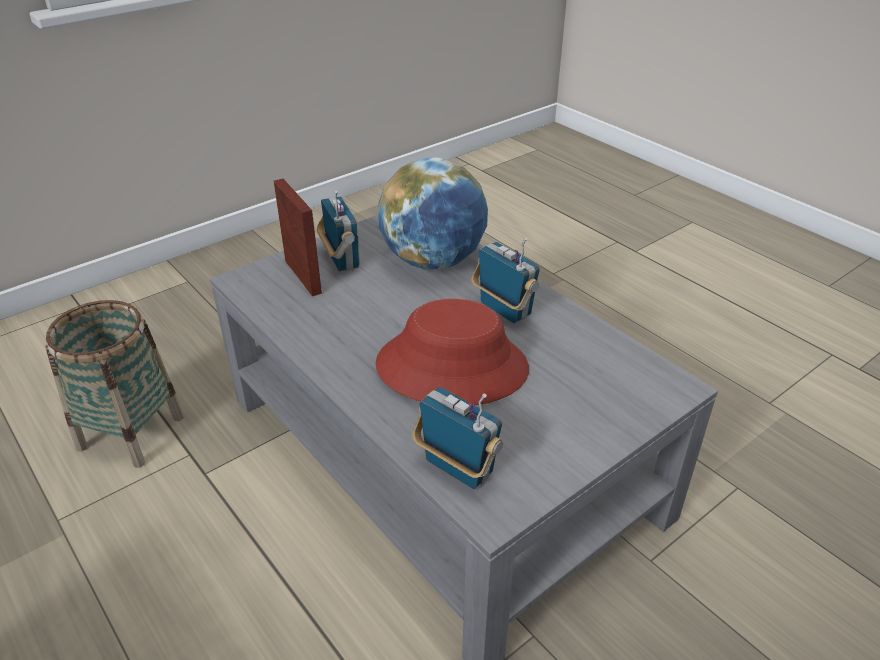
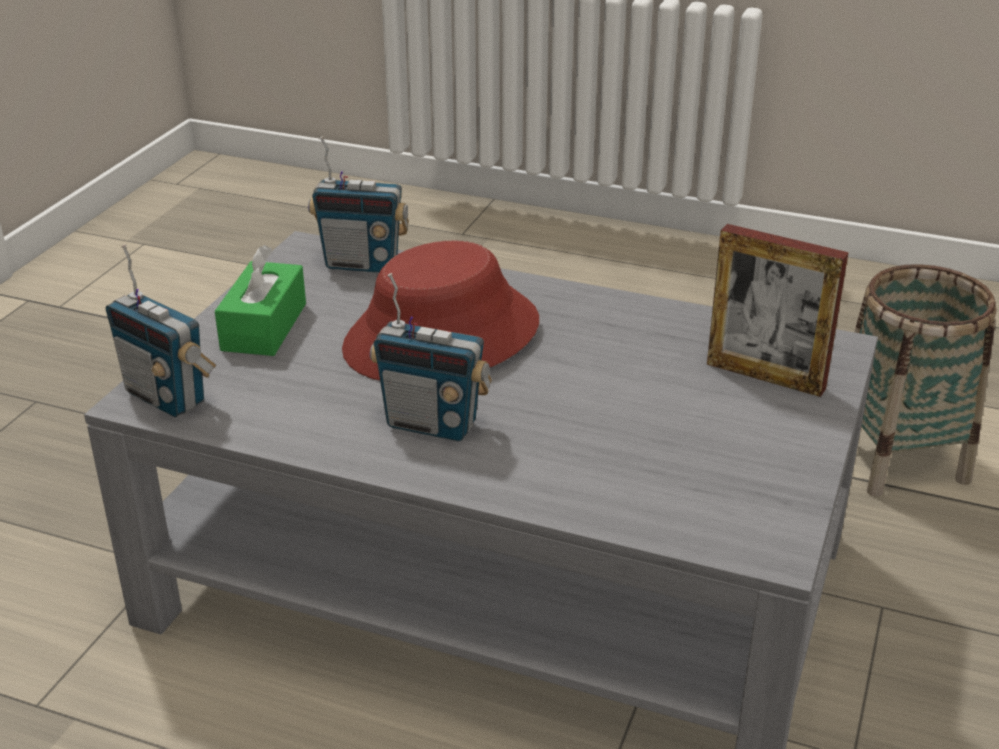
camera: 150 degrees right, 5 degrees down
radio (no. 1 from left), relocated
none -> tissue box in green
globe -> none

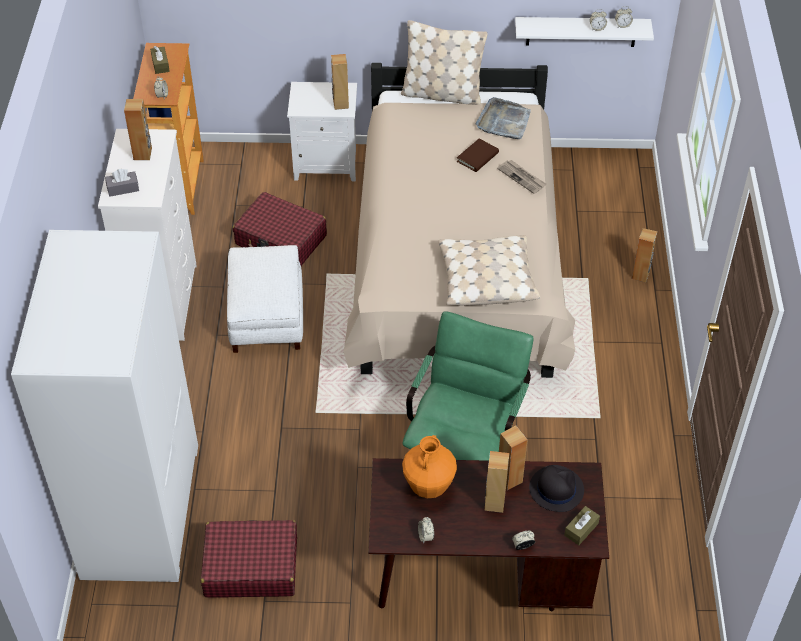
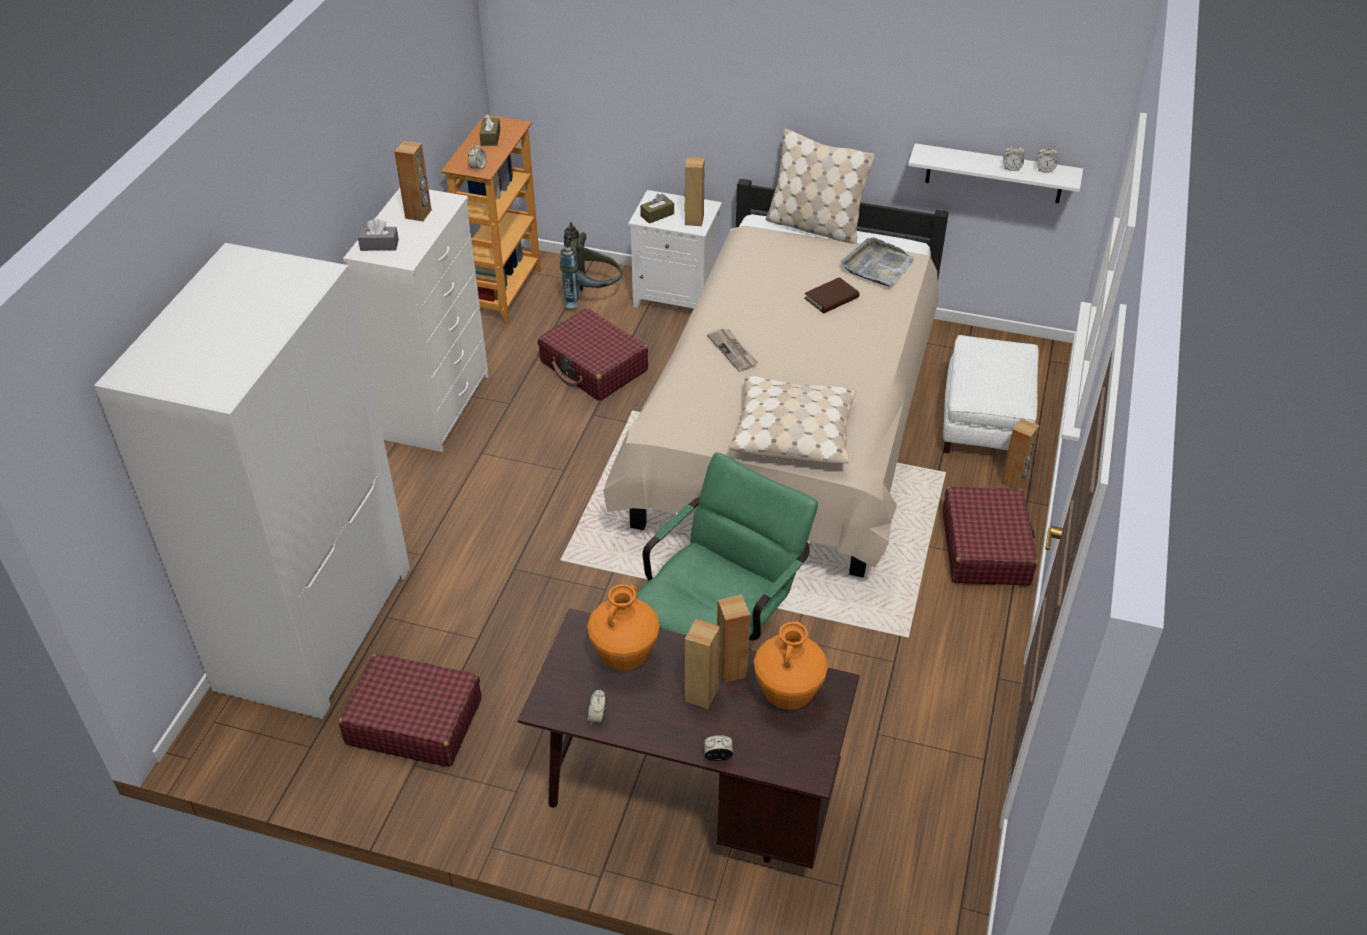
camera: 15 degrees right, 5 degrees down
none -> backpack in grey
tissue box in brown (no. 2 from left), relocated
newspaper, relocated
hat in black -> vase in orange (no. 2 from left)
ottoman in white, relocated
none -> suitcase in red (no. 3 from left)

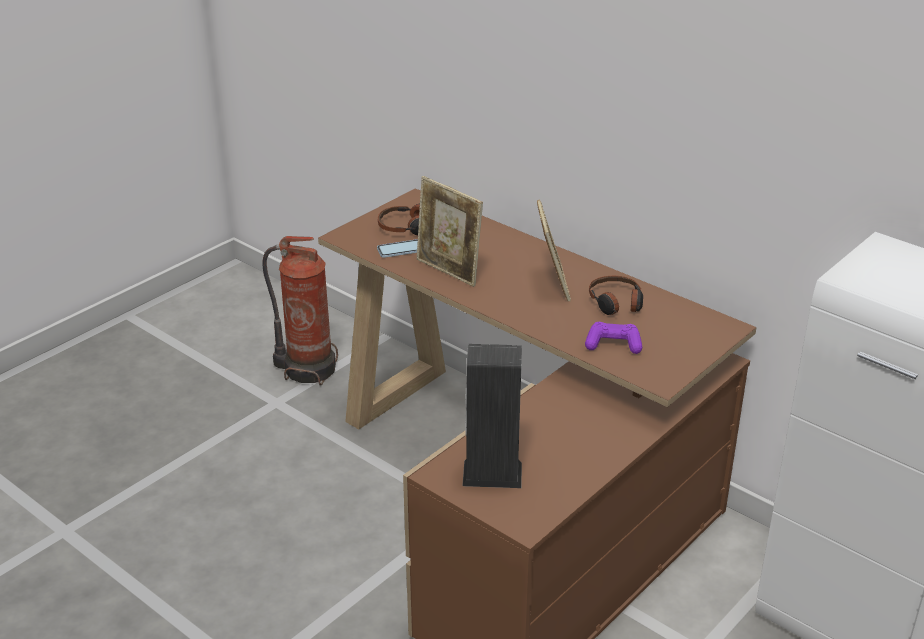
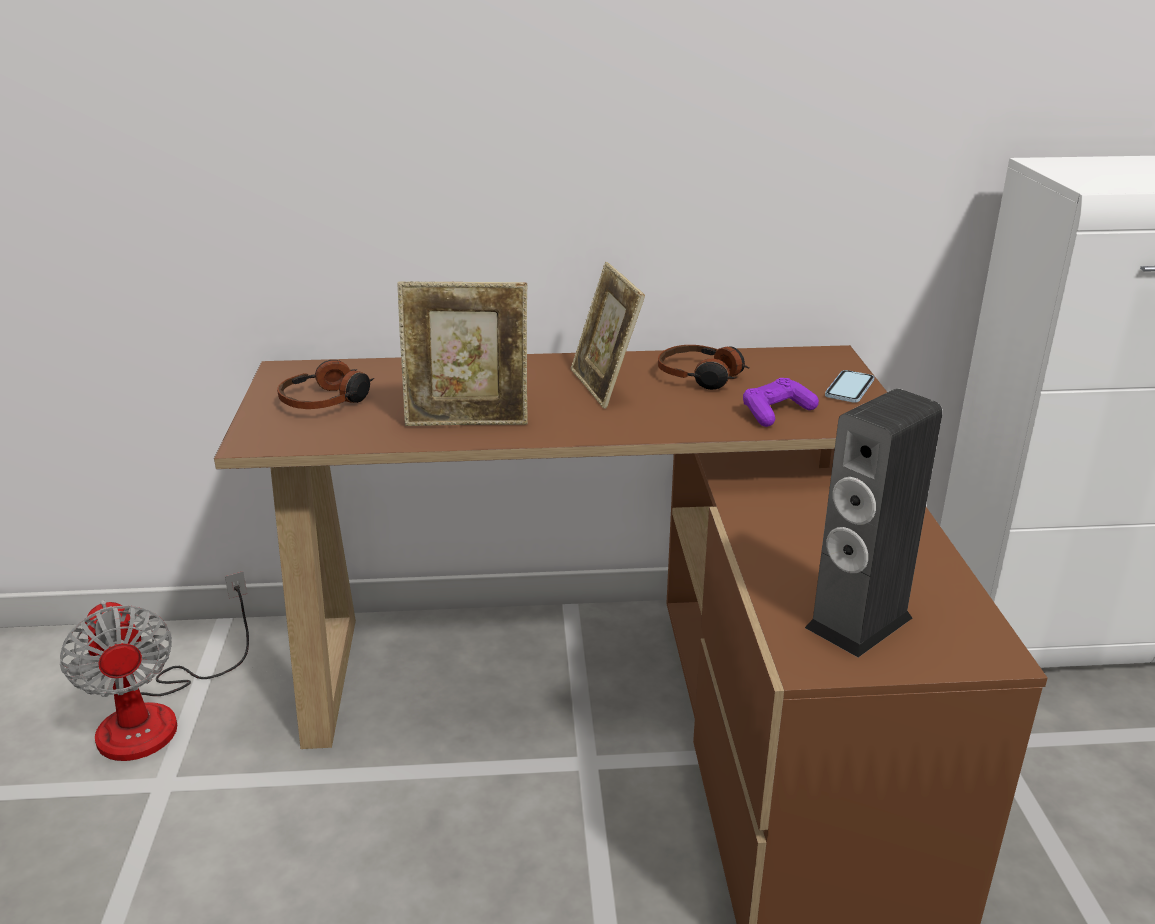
camera: 45 degrees left, 5 degrees down
fire extinguisher -> fan
picture frame (no. 2 from left), 150 degrees counterclockwise
phone, relocated

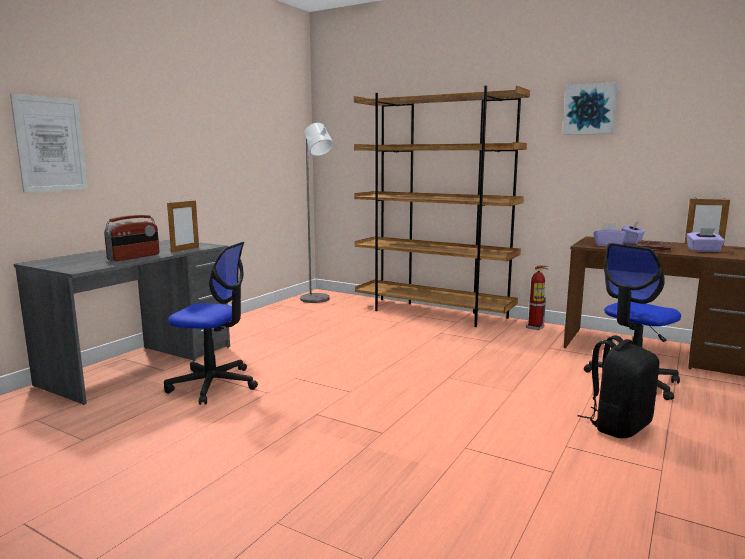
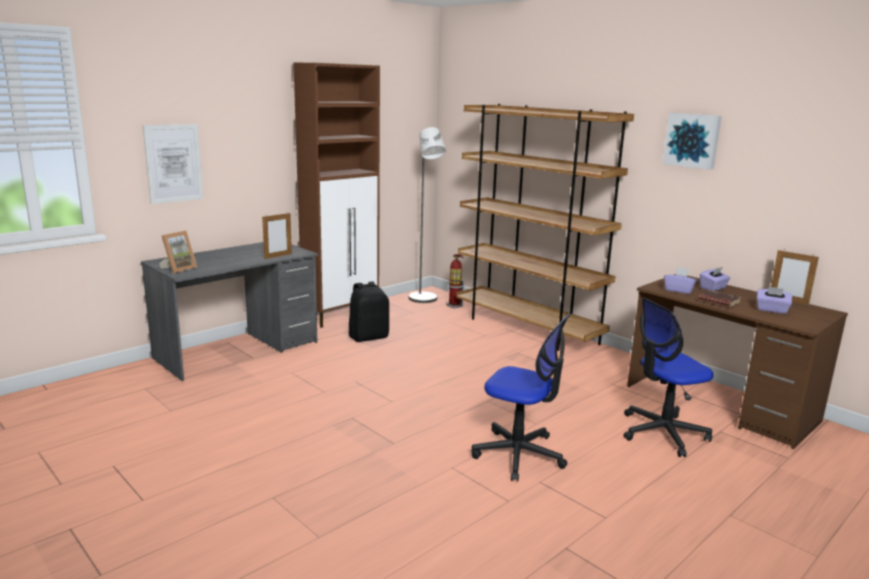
camera: 15 degrees right, 5 degrees up
none -> picture frame (no. 1 from left)
none -> cabinet in brown
backpack in black, relocated
fire extinguisher, relocated
office chair (no. 1 from left), relocated
radio -> none

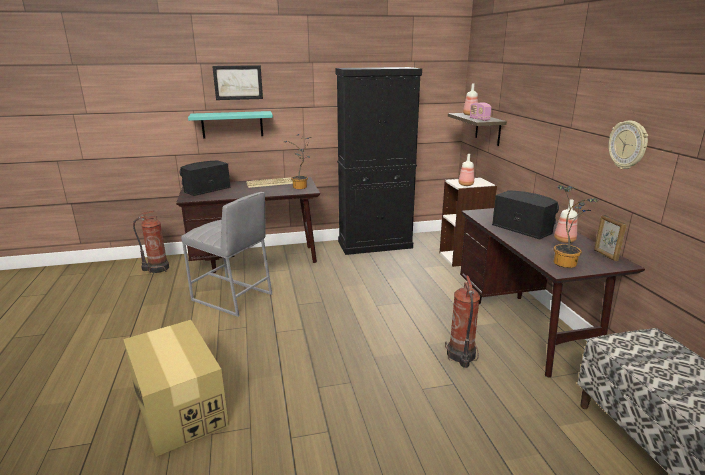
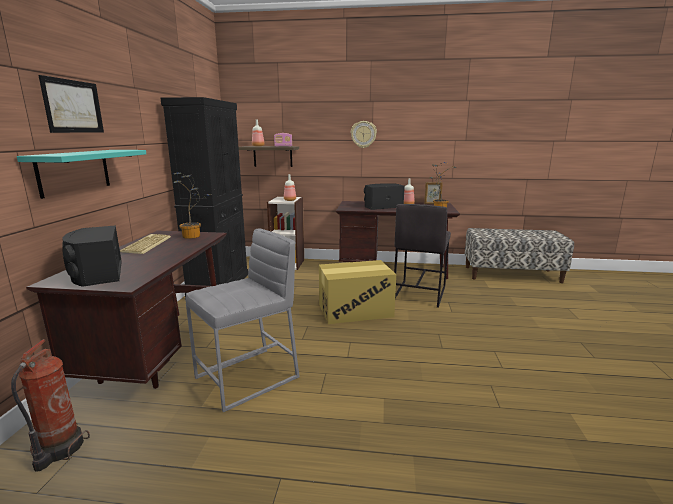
camera: 70 degrees left, 5 degrees down
cardboard box, relocated
wall clock, relocated
fire extinguisher (no. 2 from left) -> stool in grey (no. 2 from left)

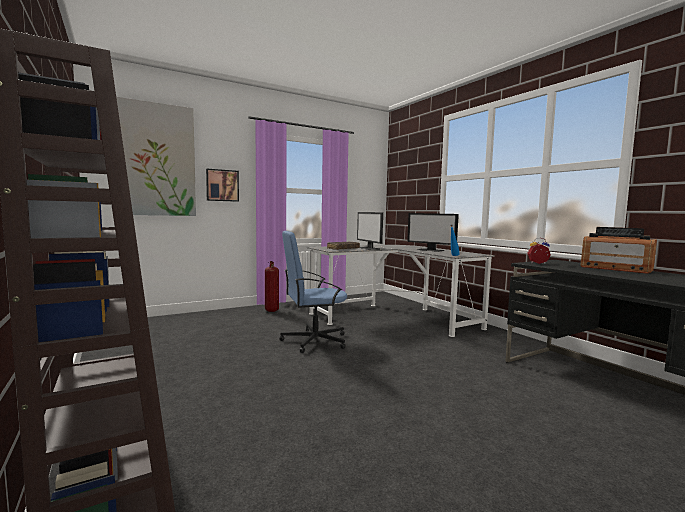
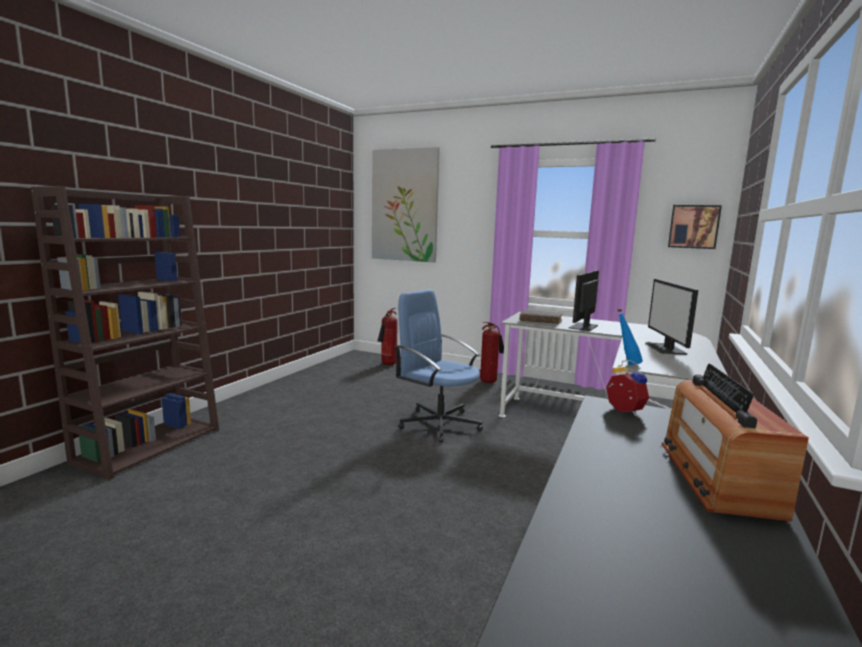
camera: 55 degrees right, 5 degrees up
none -> fire extinguisher (no. 1 from left)
picture (no. 2 from left), relocated

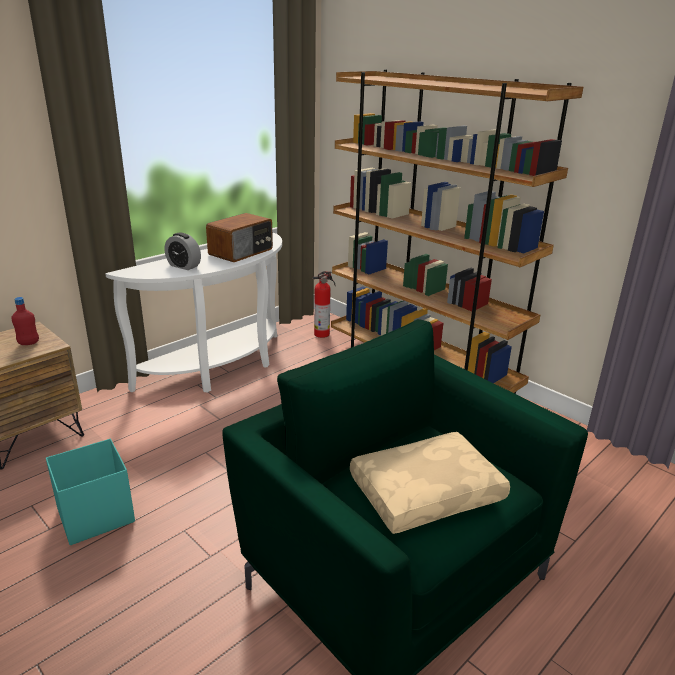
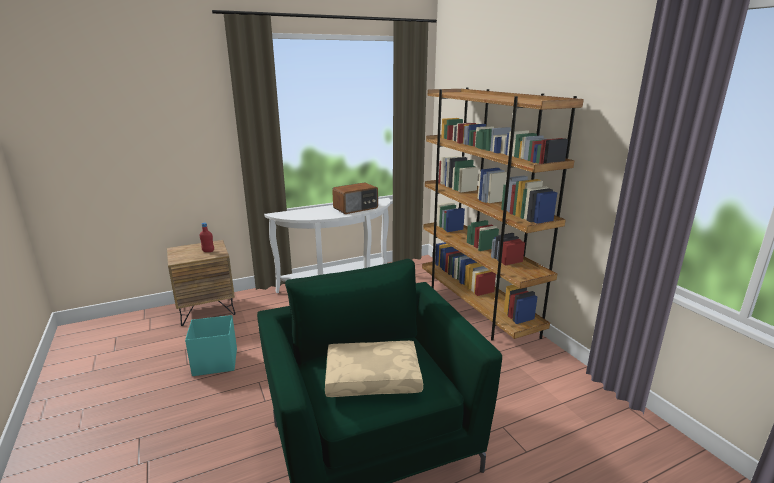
camera: 20 degrees right, 5 degrees down
alarm clock -> none
fire extinguisher -> none

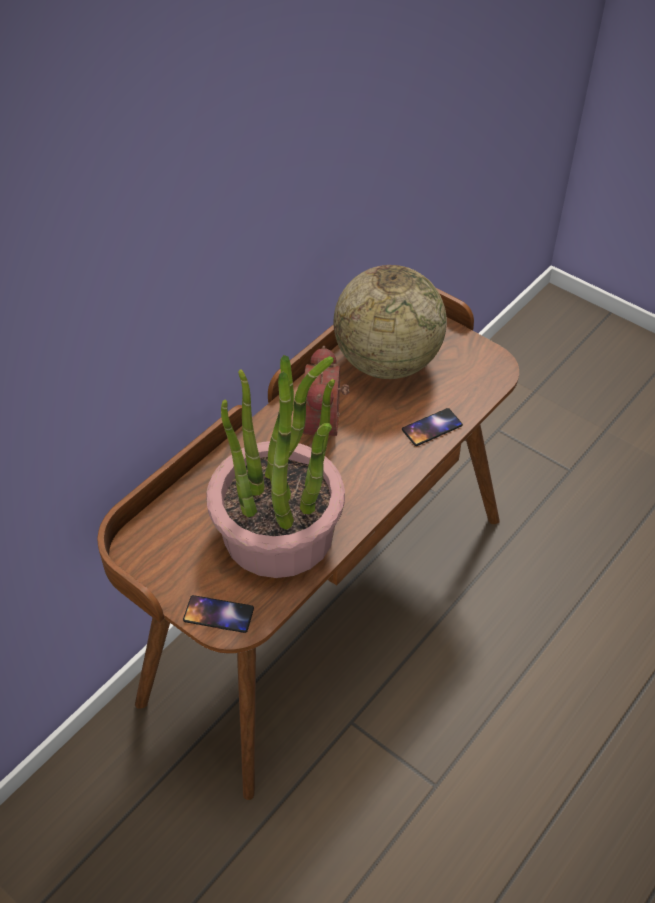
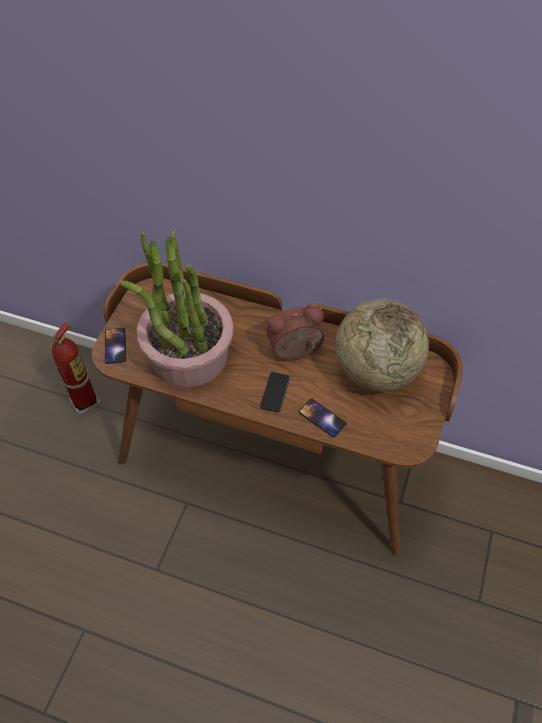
camera: 70 degrees right, 5 degrees up
none -> fire extinguisher
none -> phone (no. 2 from left)

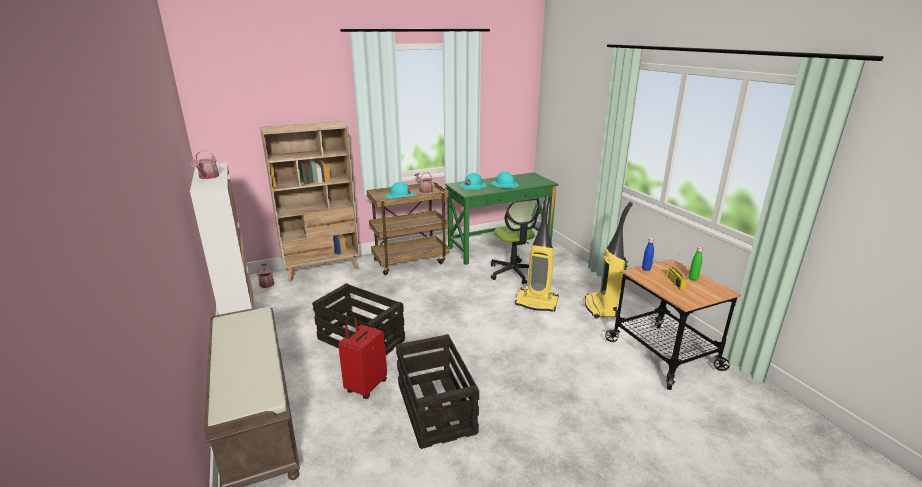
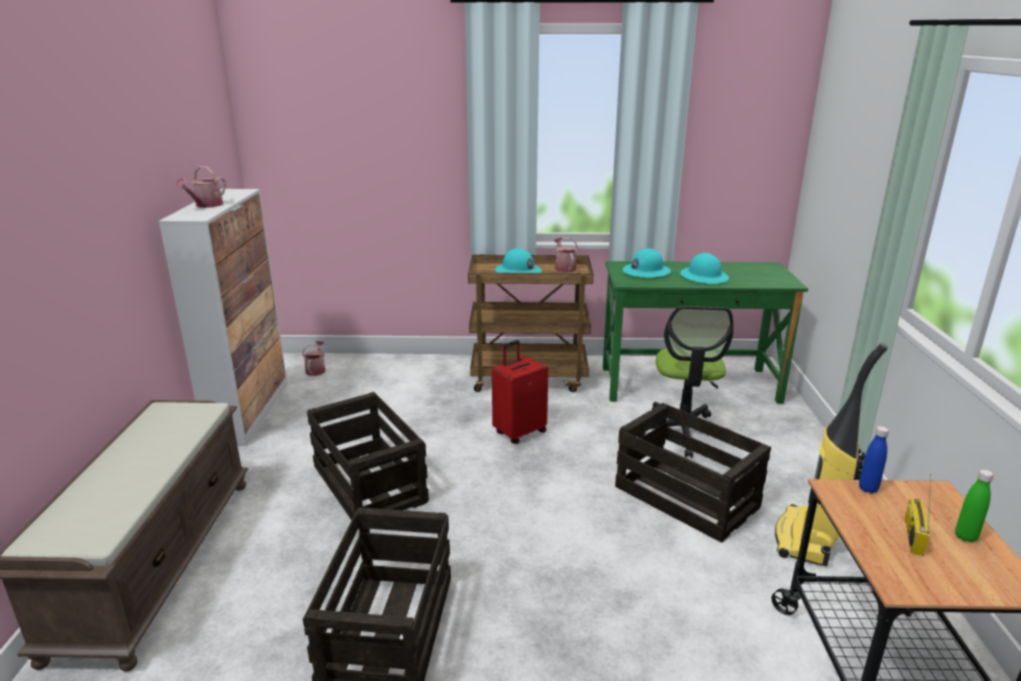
camera: 25 degrees right, 0 degrees up
suitcase in red, relocated
vacuum cleaner (no. 1 from left) -> crate (no. 3 from left)
bookcase in beige -> none

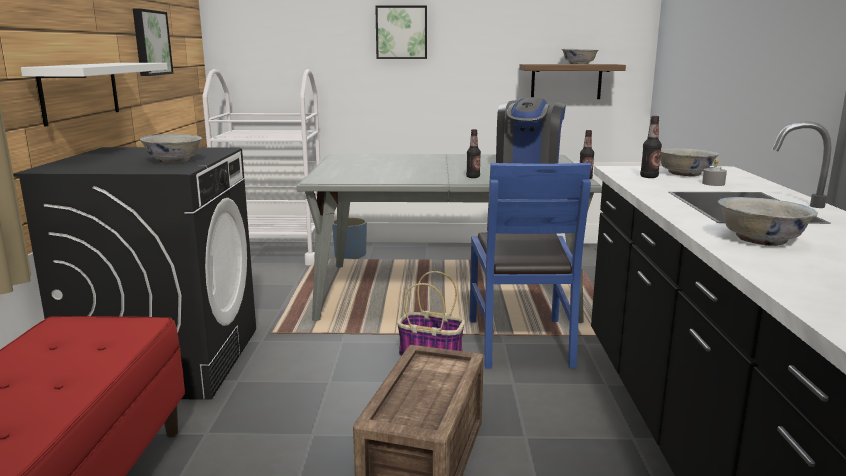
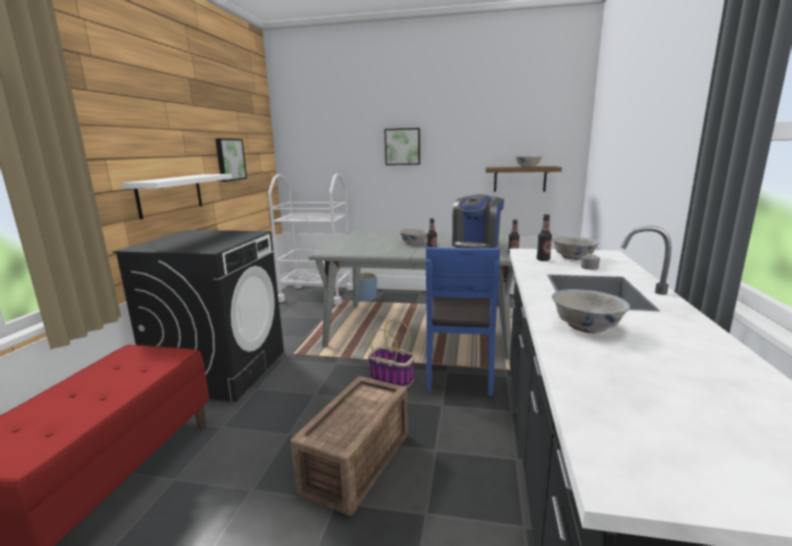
camera: 10 degrees right, 0 degrees up
bowl in white (no. 1 from left), relocated

